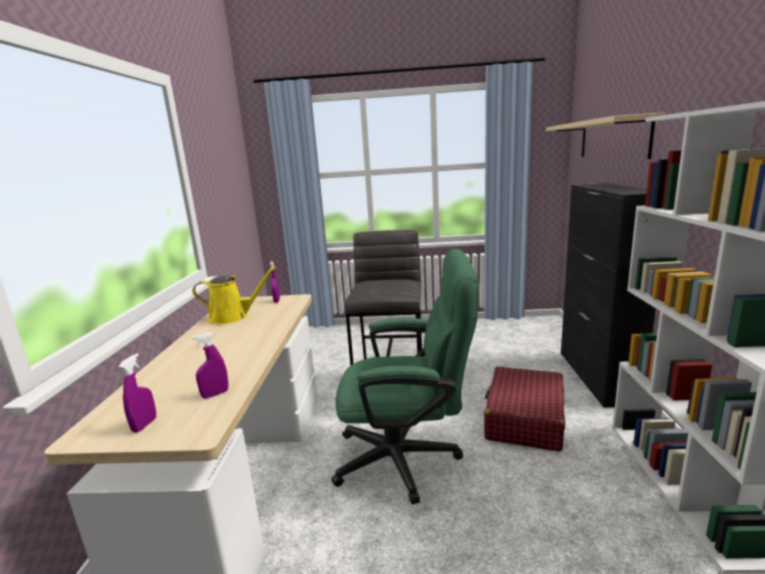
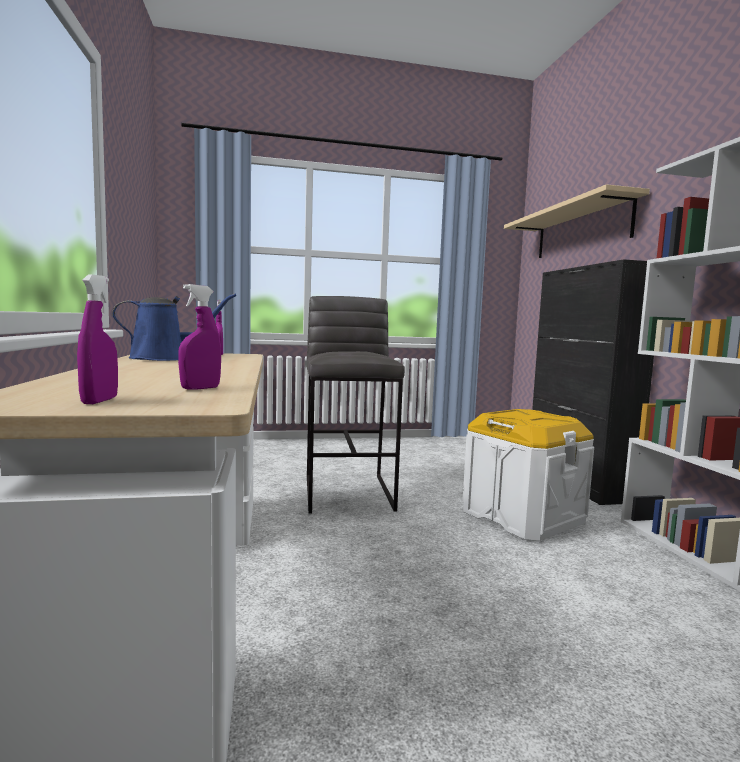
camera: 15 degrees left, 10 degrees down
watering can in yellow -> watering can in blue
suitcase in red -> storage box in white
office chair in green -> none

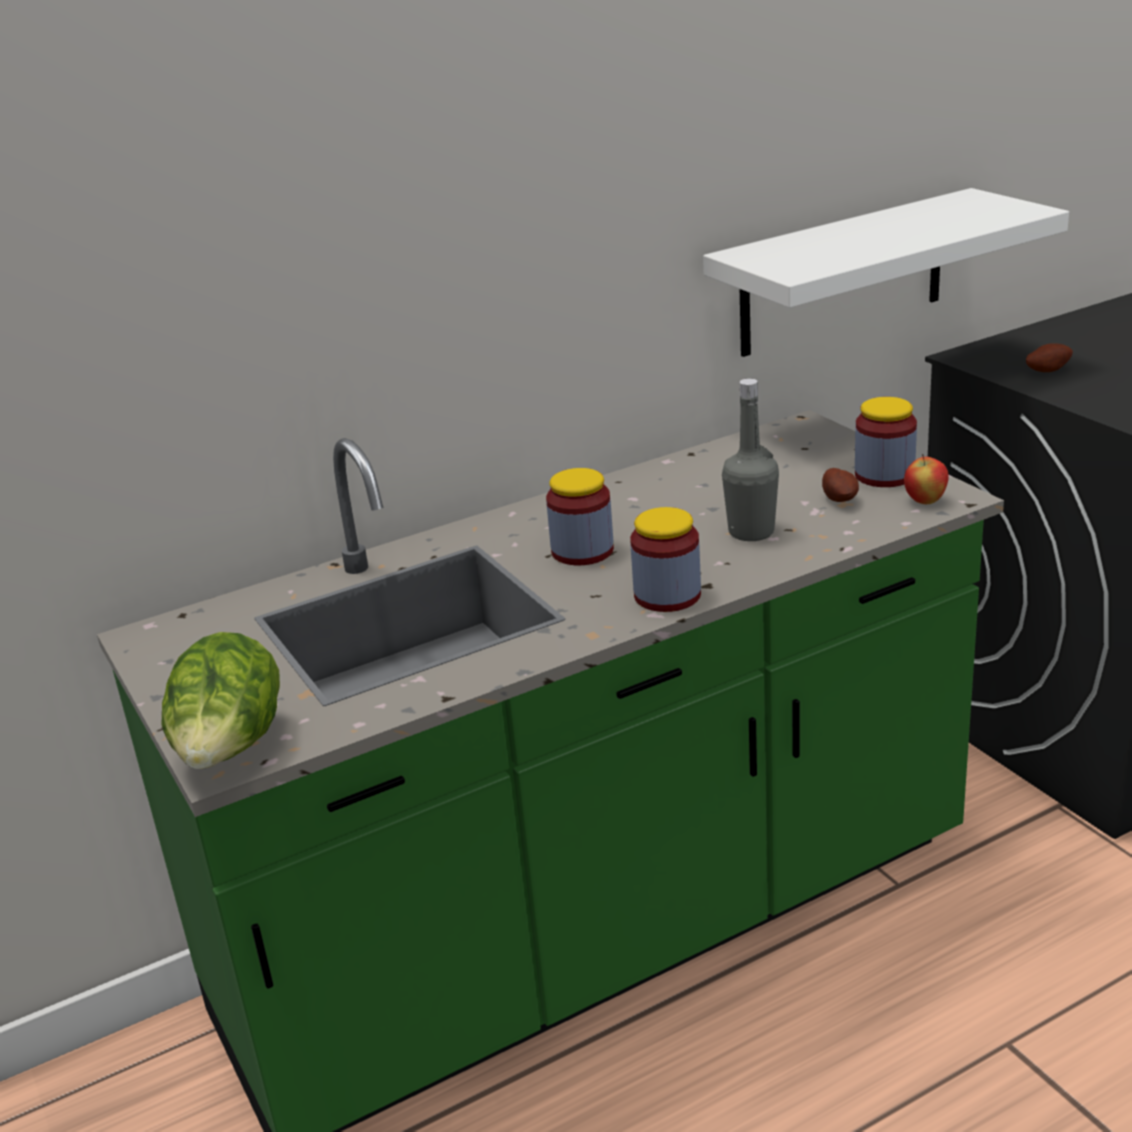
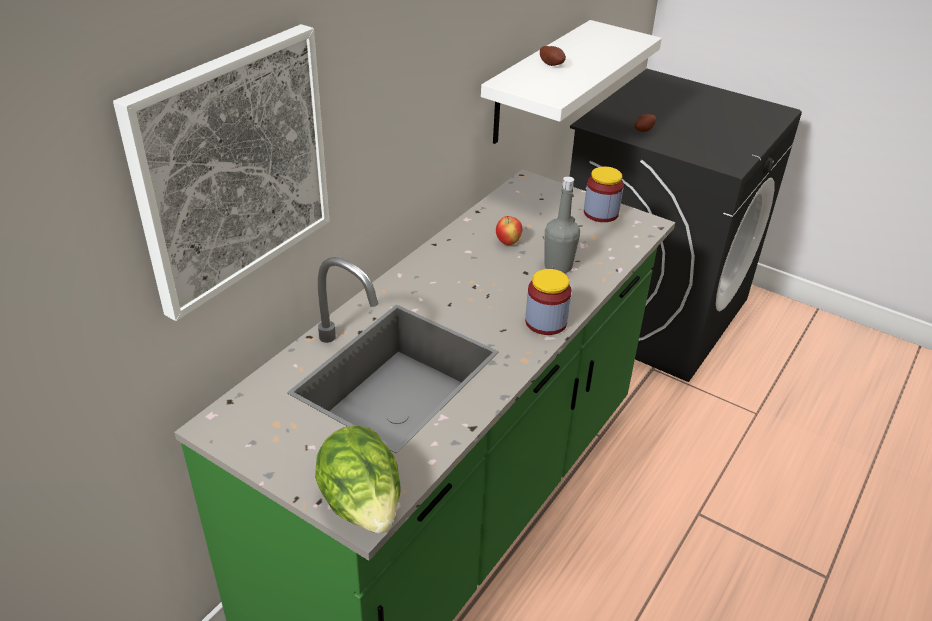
camera: 30 degrees left, 10 degrees up
none -> picture
apple, relocated
potato (no. 1 from left), relocated
jar (no. 1 from left) -> none

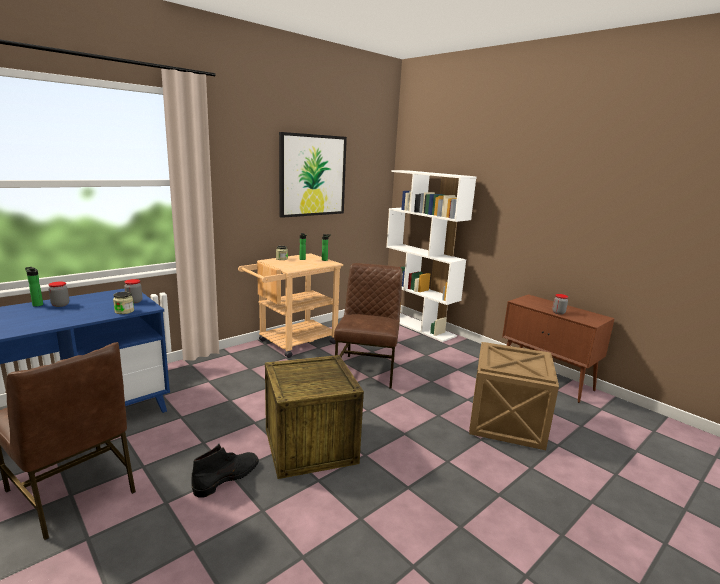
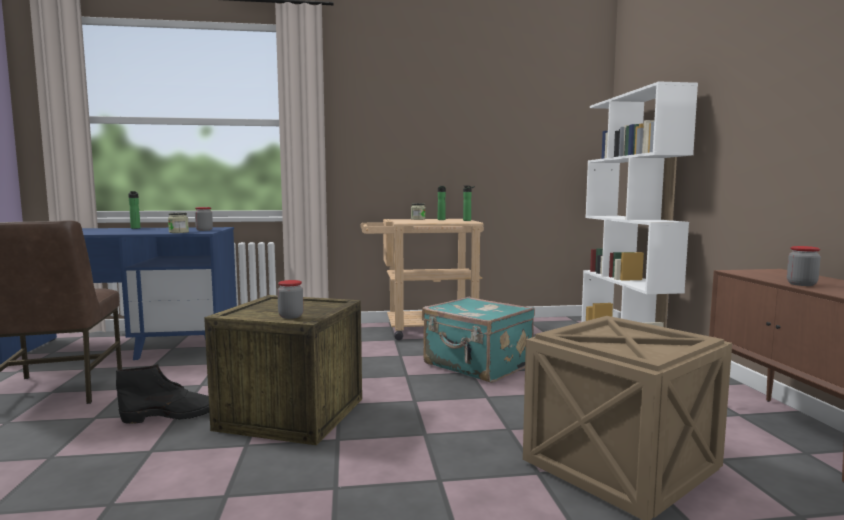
camera: 35 degrees right, 10 degrees down
jar (no. 1 from left in the first image) -> jar (no. 3 from left), relocated
chair in brown (no. 2 from left) -> suitcase in turquoise
picture -> none

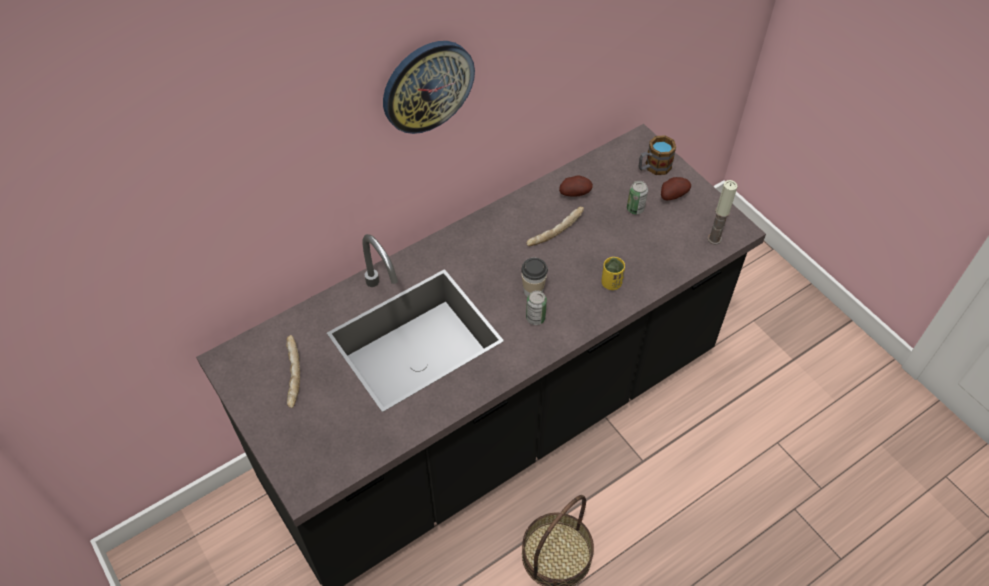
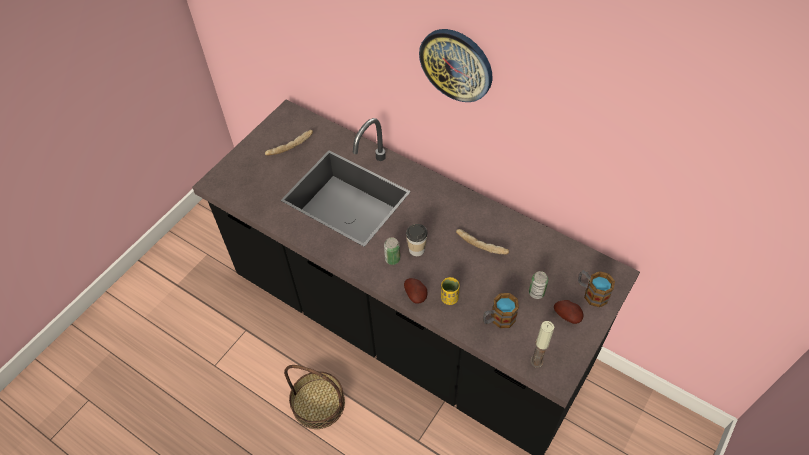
camera: 70 degrees right, 0 degrees up
potato (no. 1 from left), relocated
none -> mug (no. 1 from left)

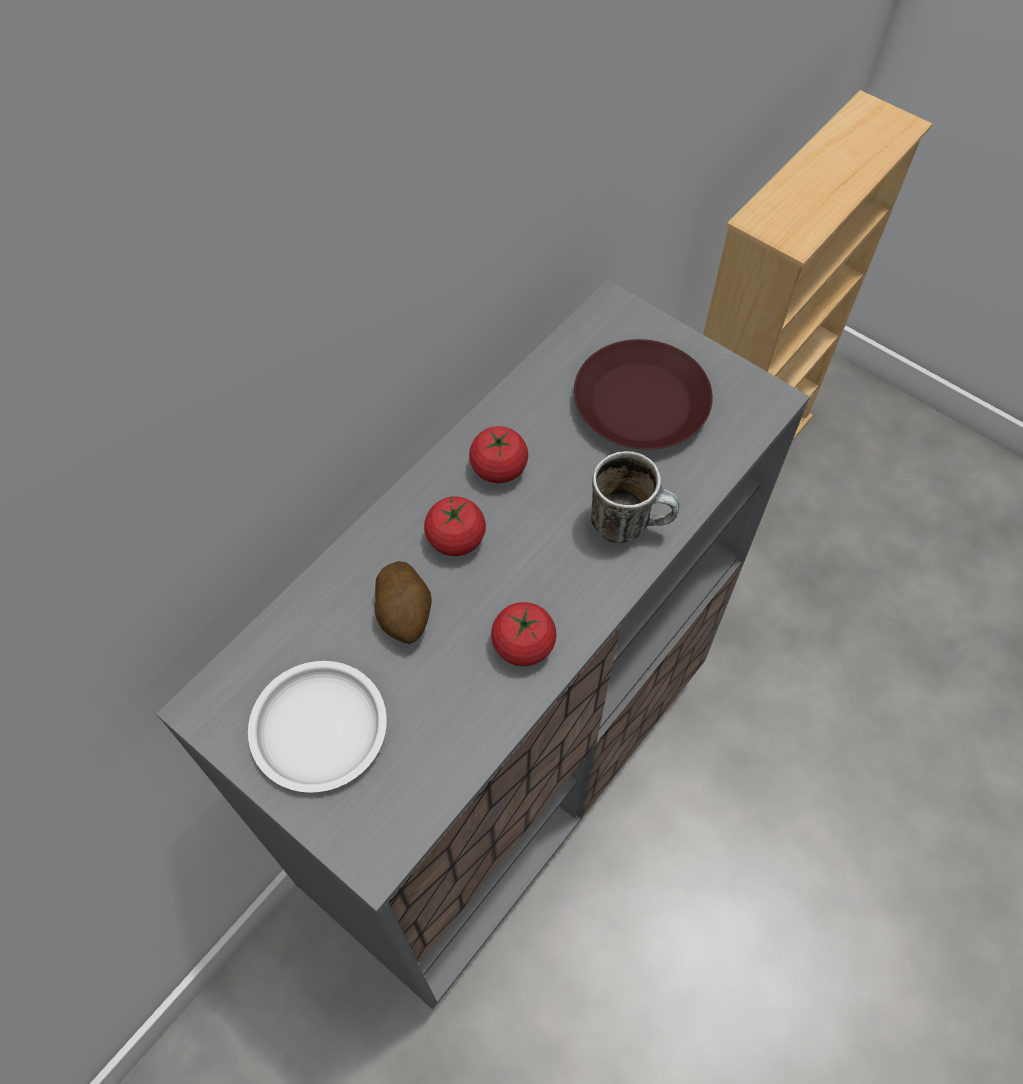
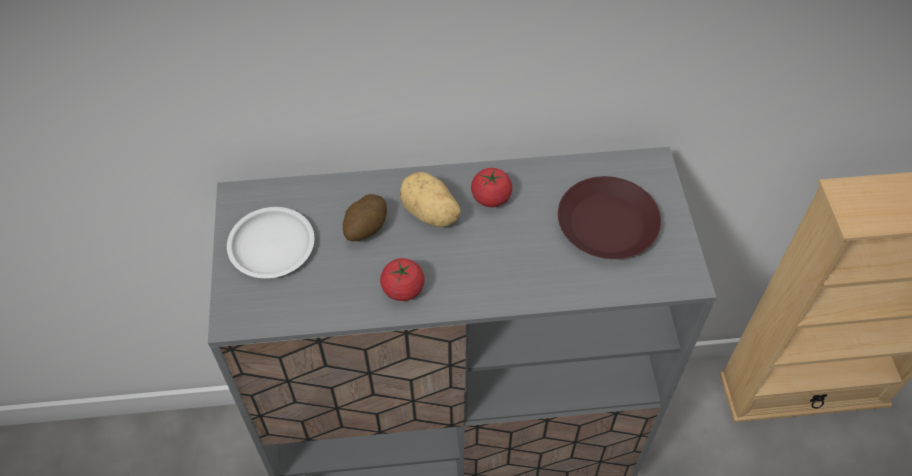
camera: 45 degrees right, 5 degrees down
tomato (no. 1 from left) -> potato (no. 2 from left)
mug -> none

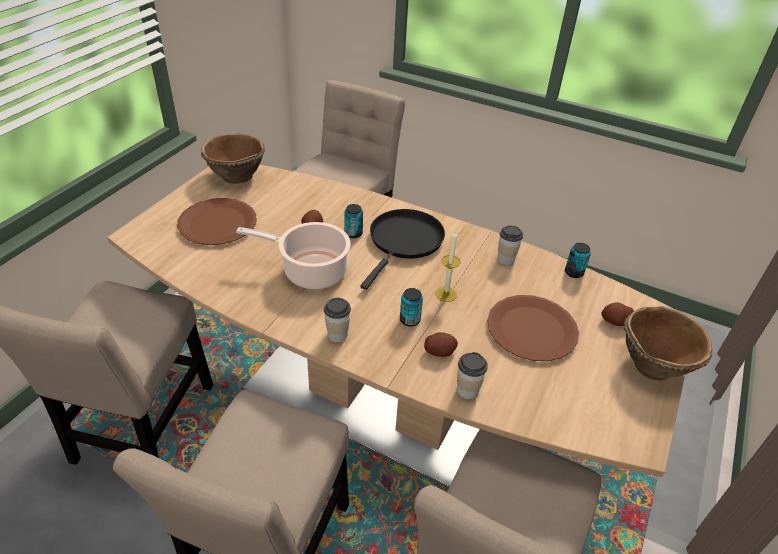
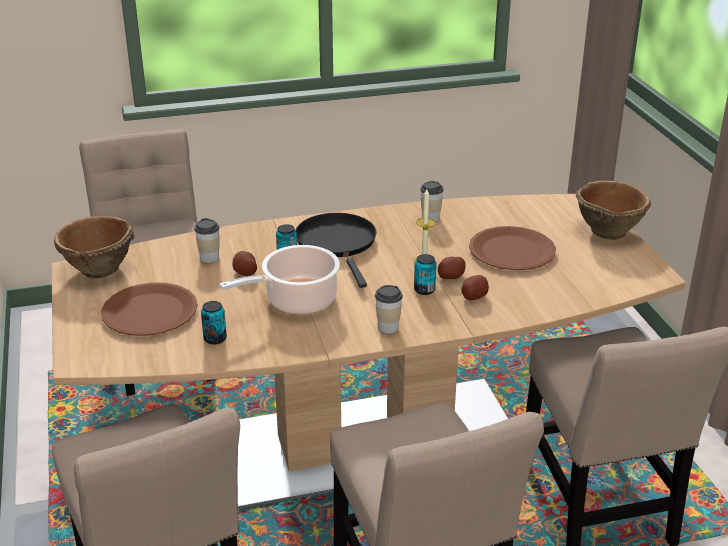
camera: 40 degrees left, 10 degrees down
cup (no. 2 from left in the first image) -> cup (no. 1 from left), relocated
can (no. 3 from left in the first image) -> can (no. 1 from left), relocated
potato (no. 3 from left in the first image) -> potato (no. 2 from left), relocated

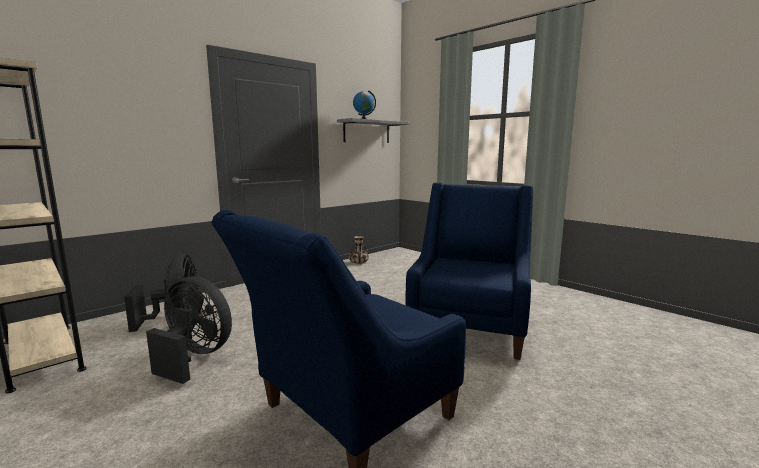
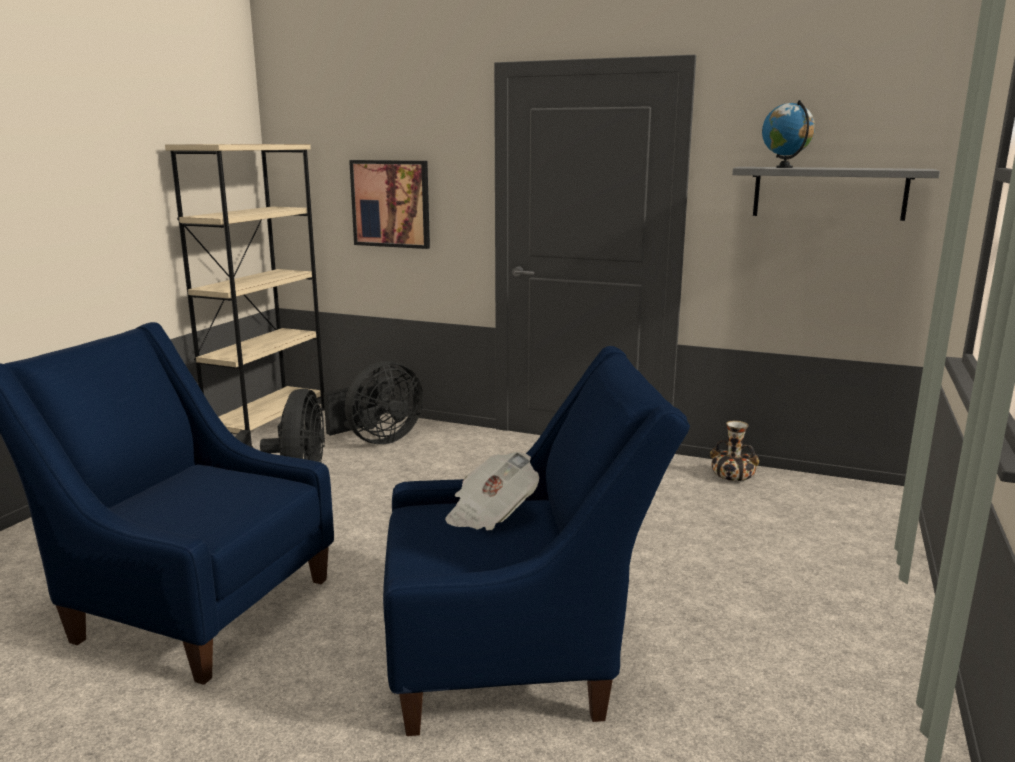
camera: 65 degrees right, 5 degrees up
none -> picture
none -> newspaper

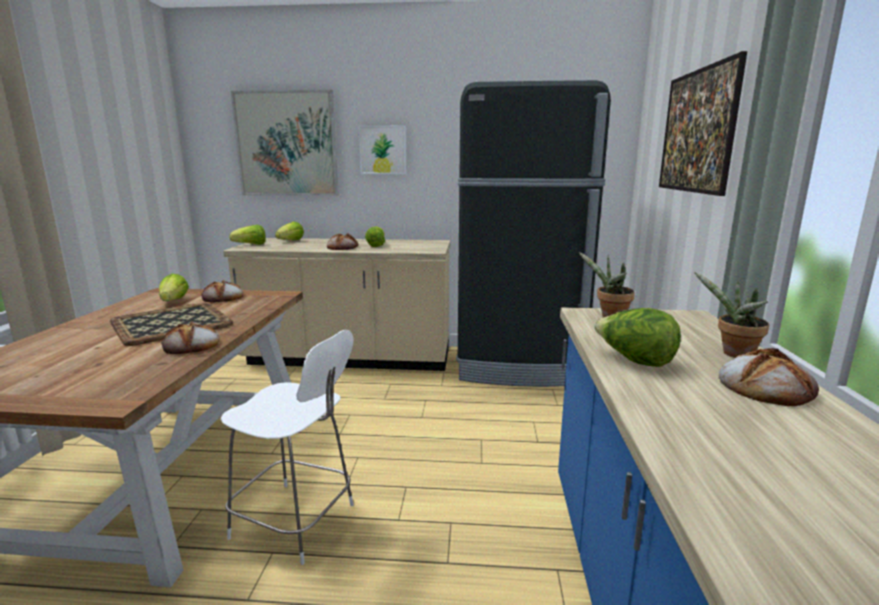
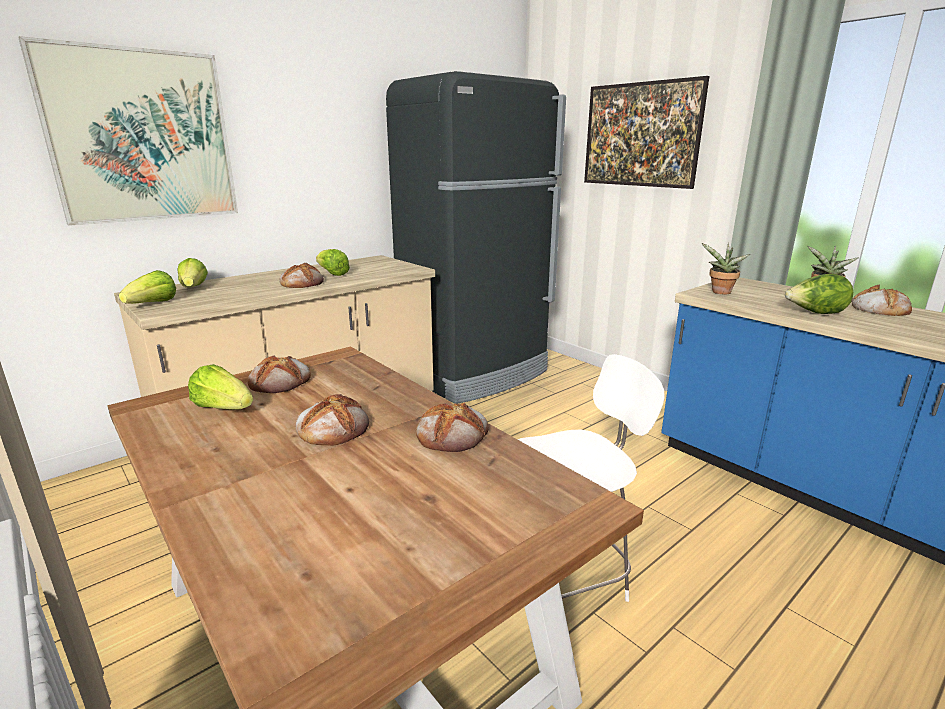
camera: 45 degrees left, 5 degrees up
tray -> bread (no. 3 from left)
picture (no. 2 from left) -> none

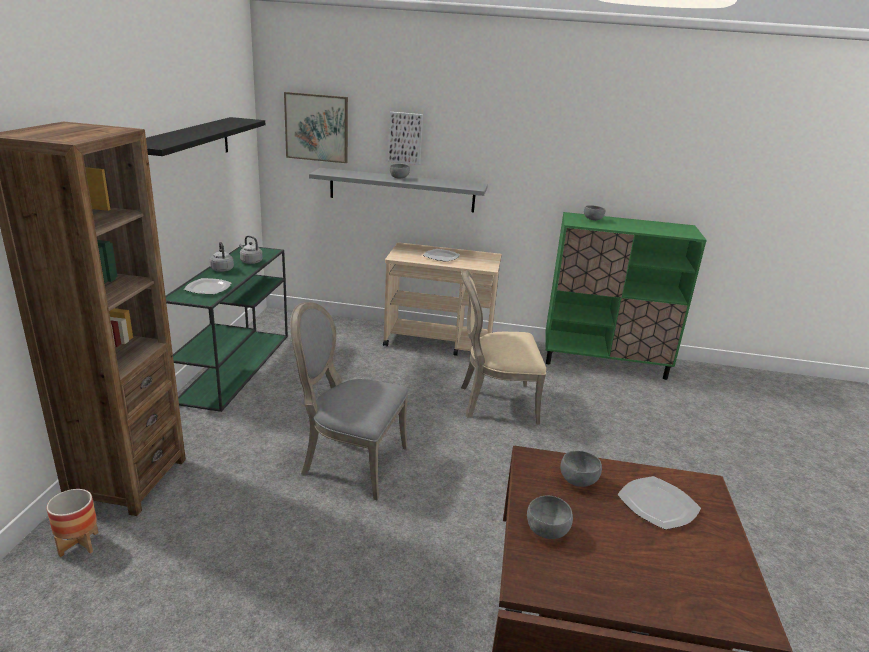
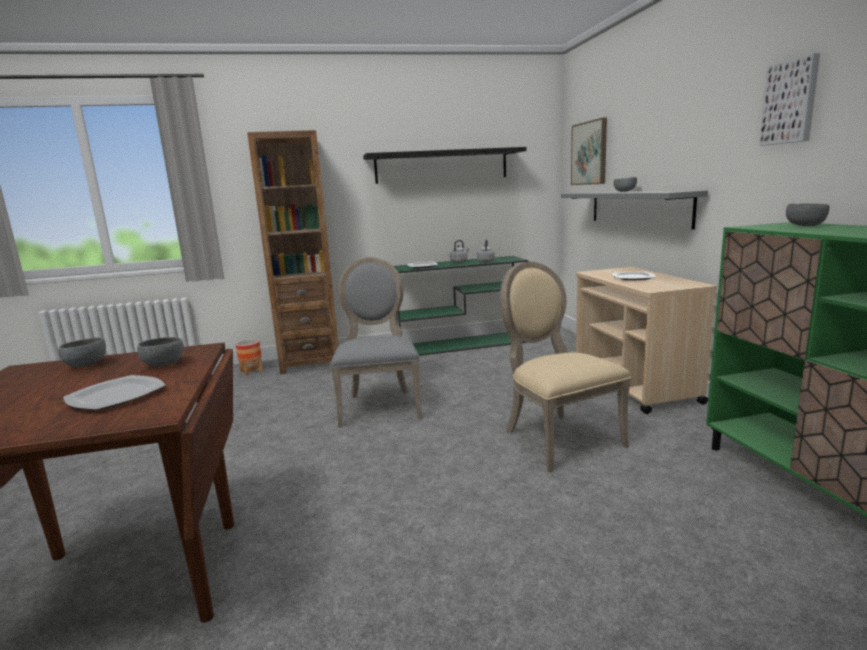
camera: 70 degrees right, 10 degrees down
picture (no. 2 from left), relocated

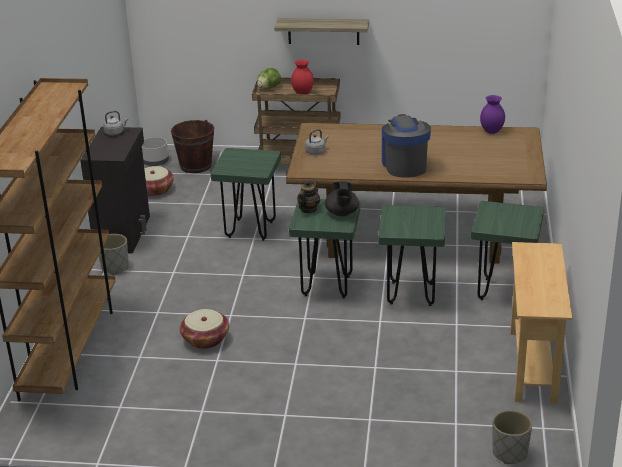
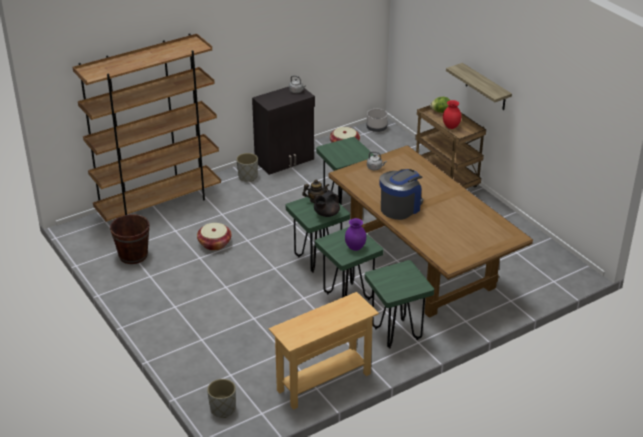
camera: 50 degrees right, 5 degrees up
bucket in brown, relocated
vase in purple, relocated

